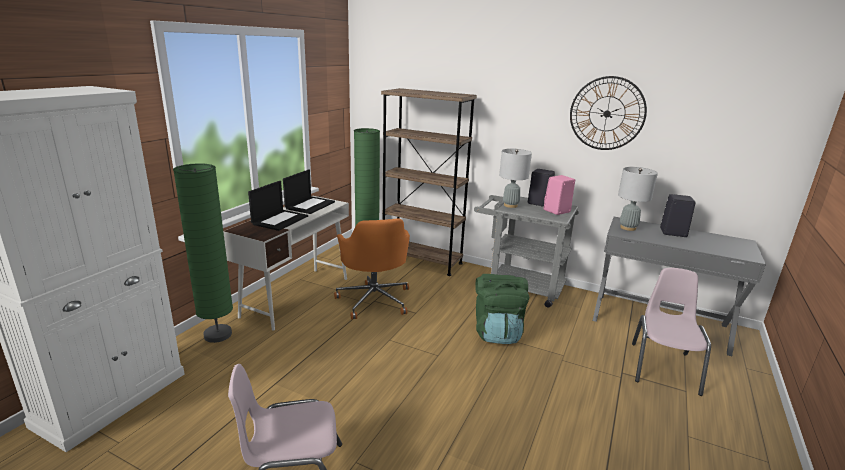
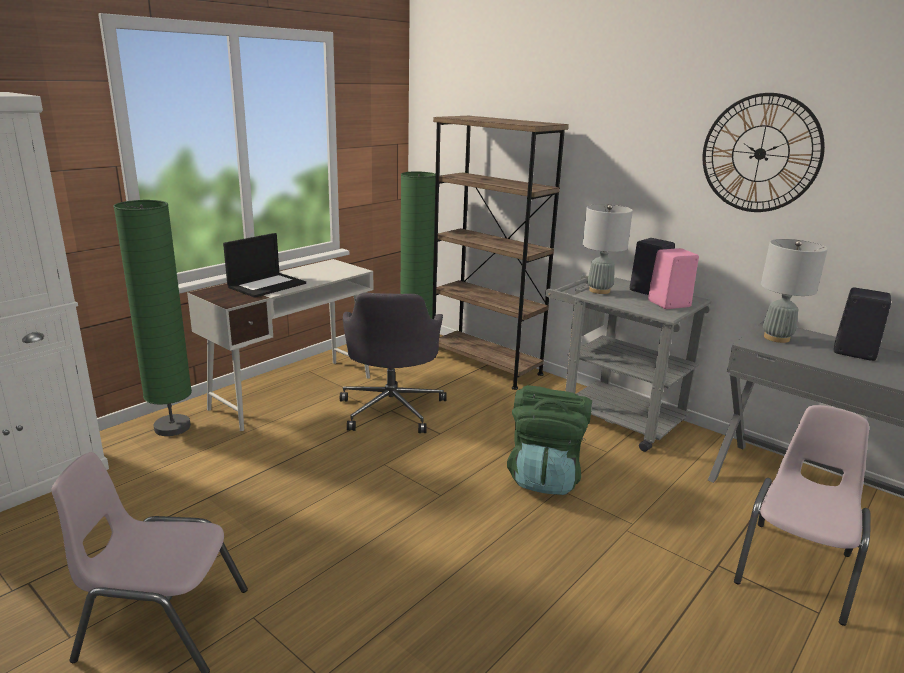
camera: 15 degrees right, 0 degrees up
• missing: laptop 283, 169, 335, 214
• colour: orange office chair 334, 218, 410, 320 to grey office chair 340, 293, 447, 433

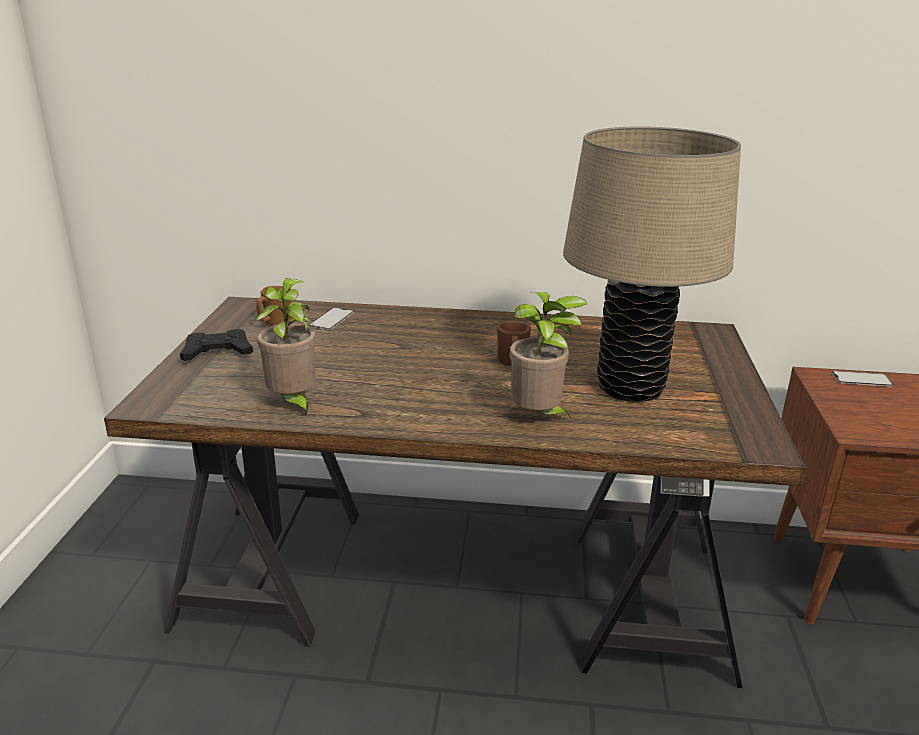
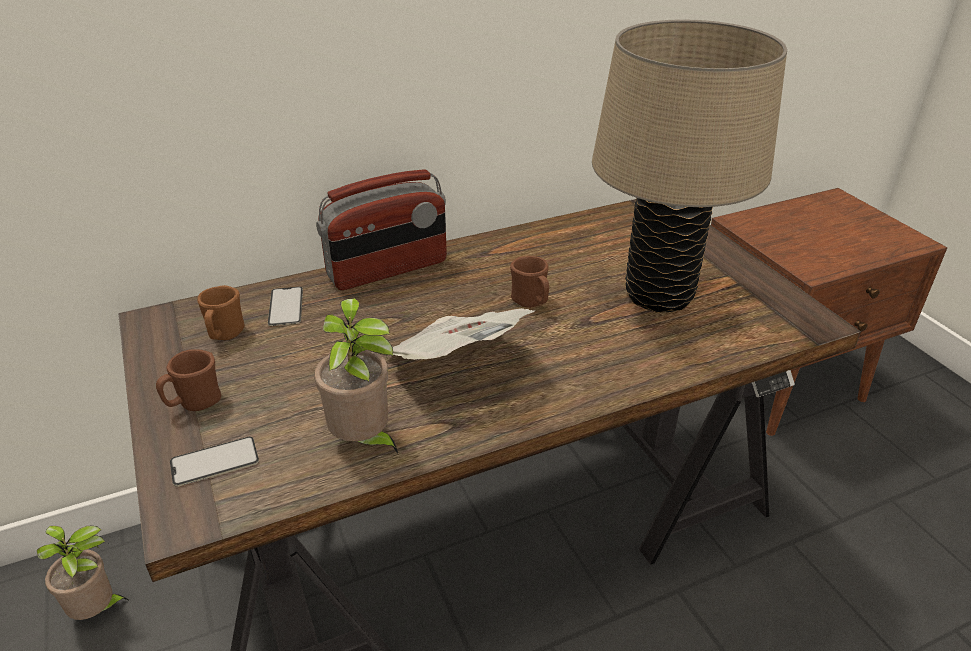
camera: 30 degrees left, 10 degrees up
• exchanged: black game controller 180, 329, 253, 361 to brown mug 156, 349, 221, 411
• relocated: potted plant 510, 292, 587, 421 to 37, 526, 130, 620
• relocated: phone 832, 371, 894, 387 to 170, 436, 259, 487
• appeared: radio 316, 169, 447, 290
• appeared: newspaper 393, 308, 536, 360

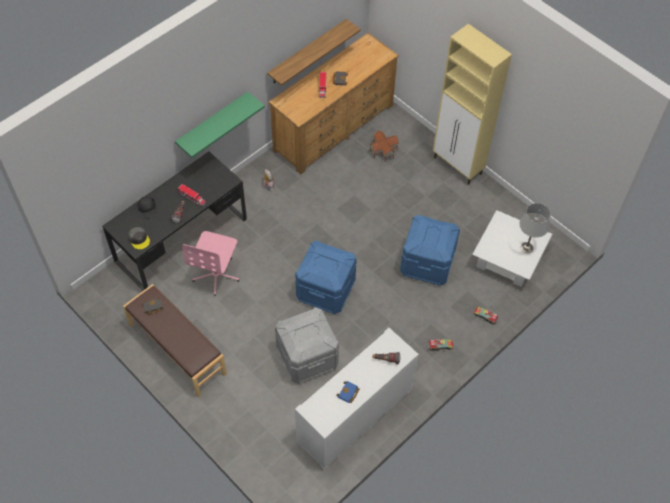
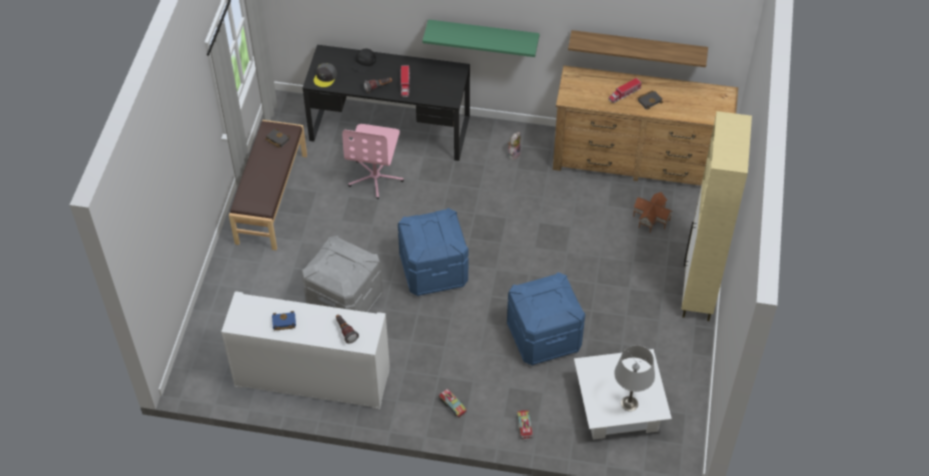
camera: 55 degrees right, 5 degrees down
• spun: pink office chair 182, 231, 240, 296 = 342, 124, 404, 199 60 degrees counterclockwise

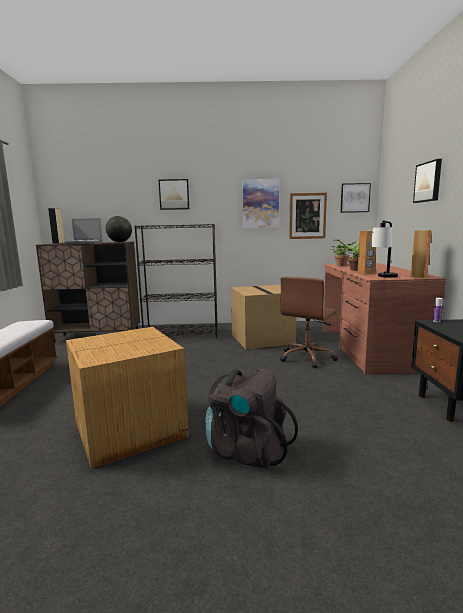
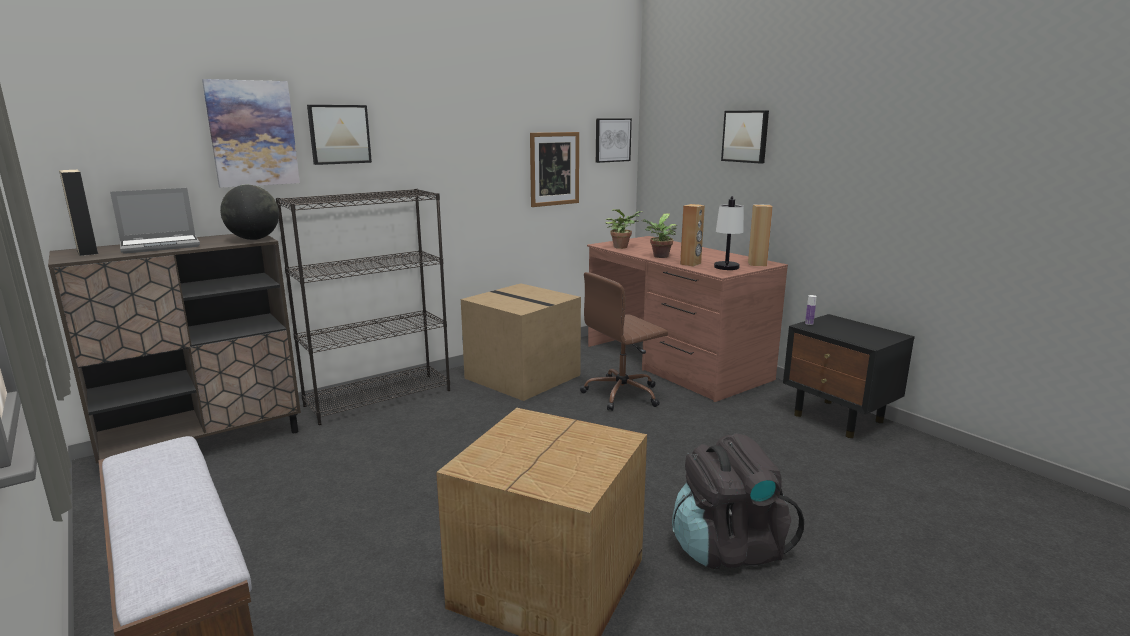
camera: 35 degrees left, 5 degrees up
• relocated: picture 243, 179, 279, 229 to 202, 79, 300, 188
• spun: brown office chair 280, 277, 338, 368 = 580, 272, 668, 411 60 degrees clockwise

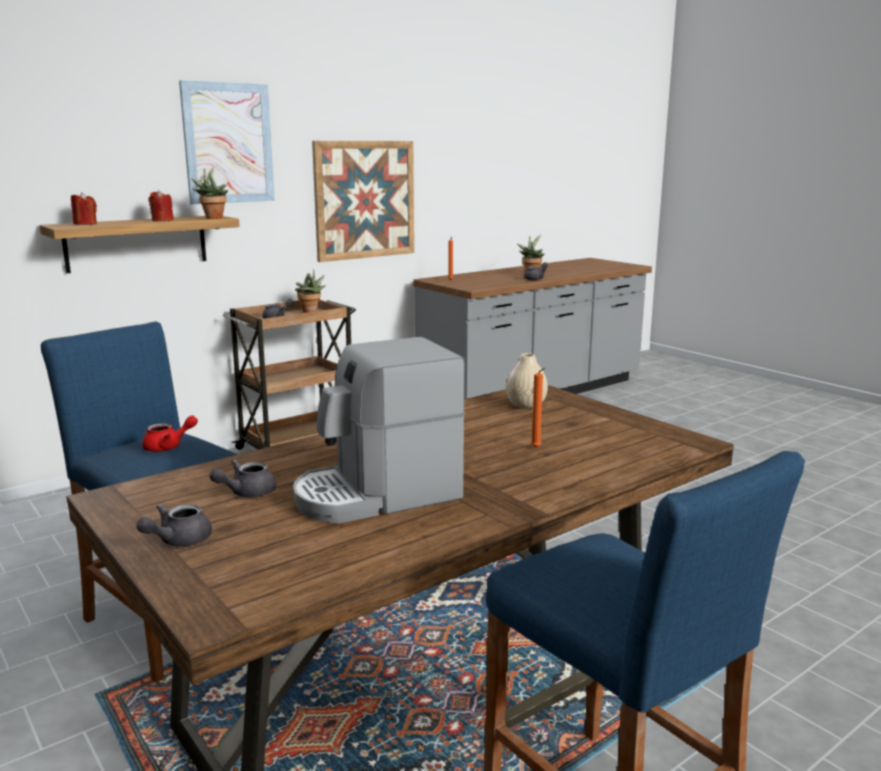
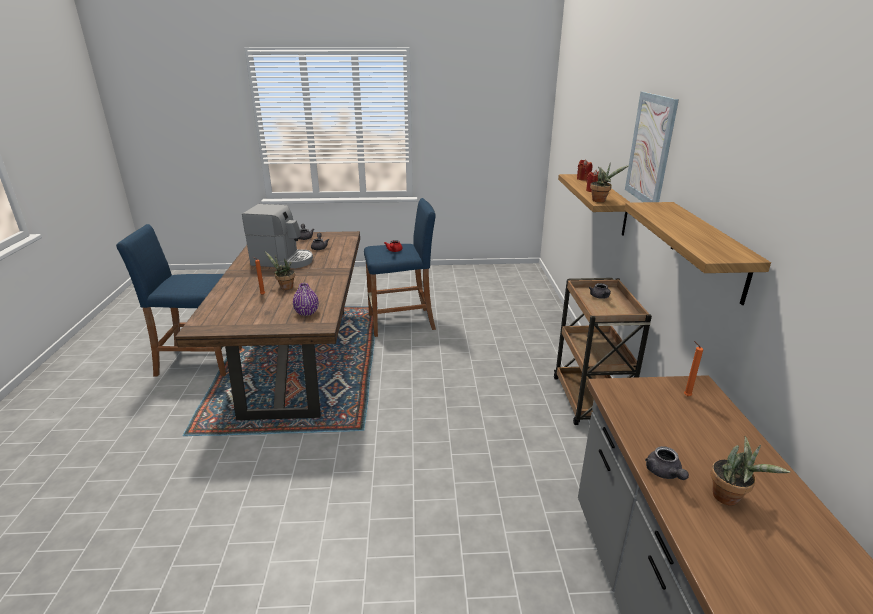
camera: 125 degrees right, 10 degrees up
• spun: coffee machine 293, 337, 465, 523 = 242, 204, 313, 268 90 degrees clockwise
• relocated: potted plant 295, 269, 326, 313 to 265, 251, 295, 290
• exchanged: picture 312, 141, 414, 262 to shelf 624, 202, 771, 305
• colour: beige vase 506, 353, 548, 409 to purple vase 293, 283, 319, 316

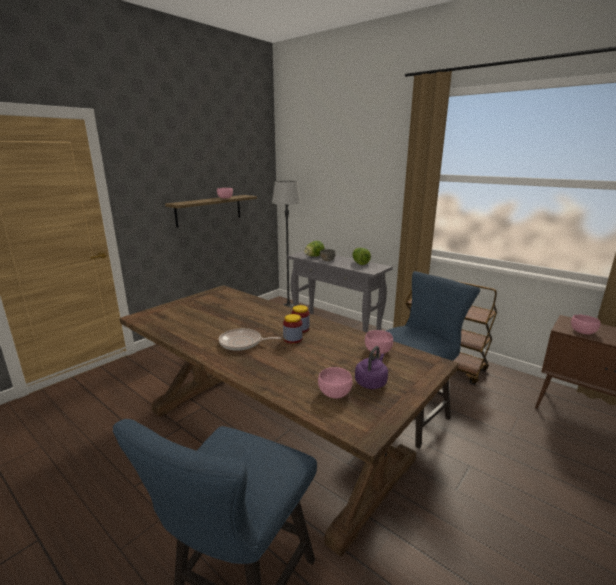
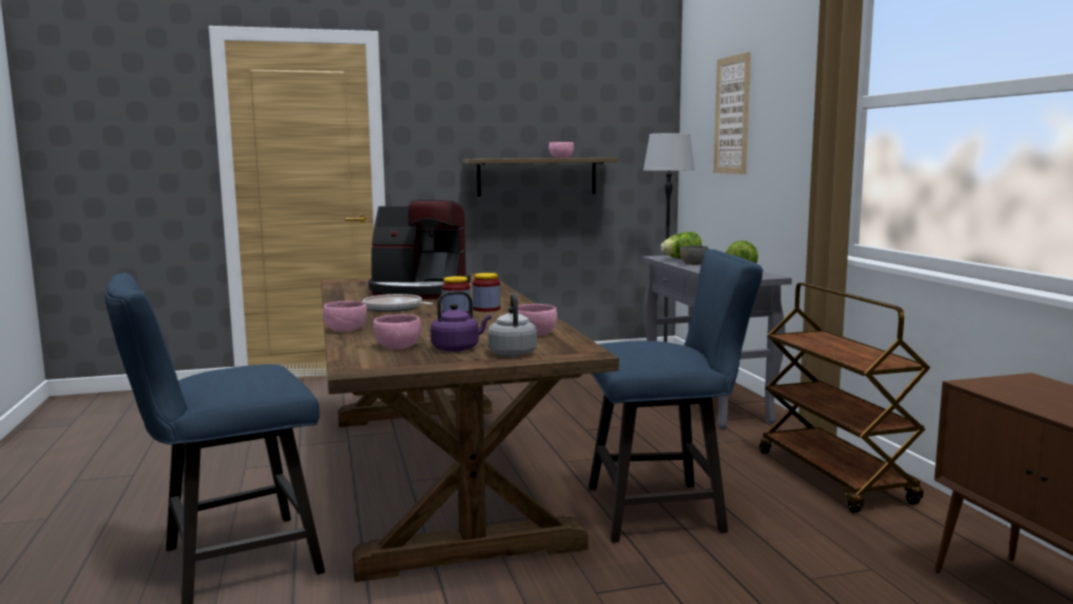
camera: 35 degrees right, 10 degrees down
• relocated: pink bowl 571, 315, 600, 335 to 323, 301, 367, 332
• appeared: coffee machine 368, 200, 471, 299
• appeared: grey kettle 488, 293, 537, 357
• appeared: picture 714, 52, 751, 174

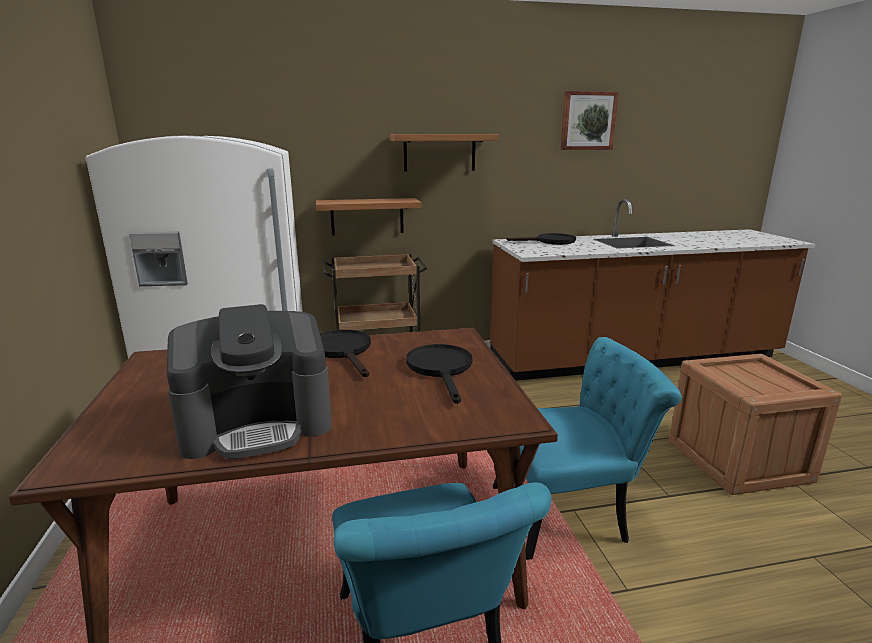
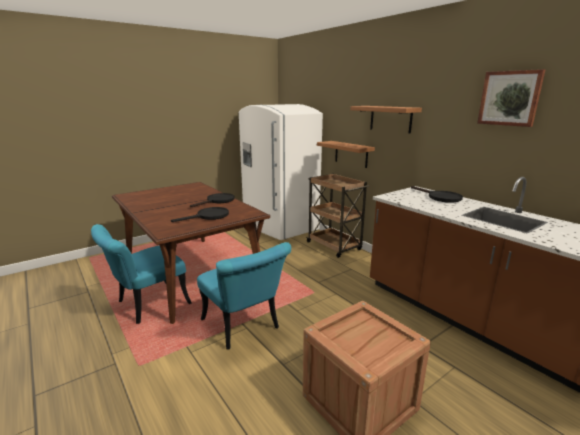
camera: 65 degrees right, 0 degrees up
• missing: coffee machine 167, 304, 332, 459

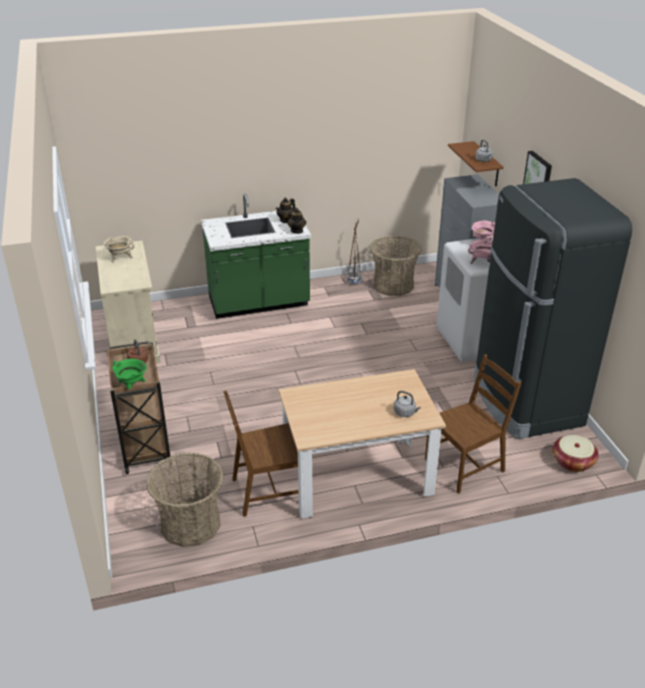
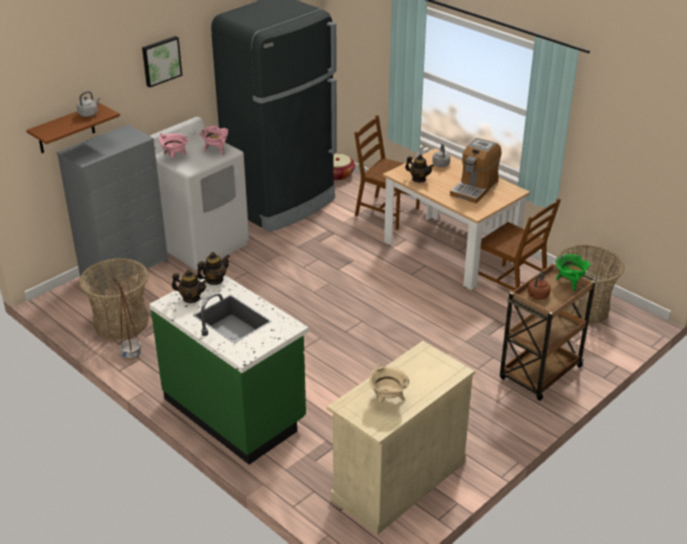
camera: 120 degrees left, 0 degrees up
• appeared: teapot 405, 154, 434, 182
• appeared: coffee machine 450, 138, 501, 203

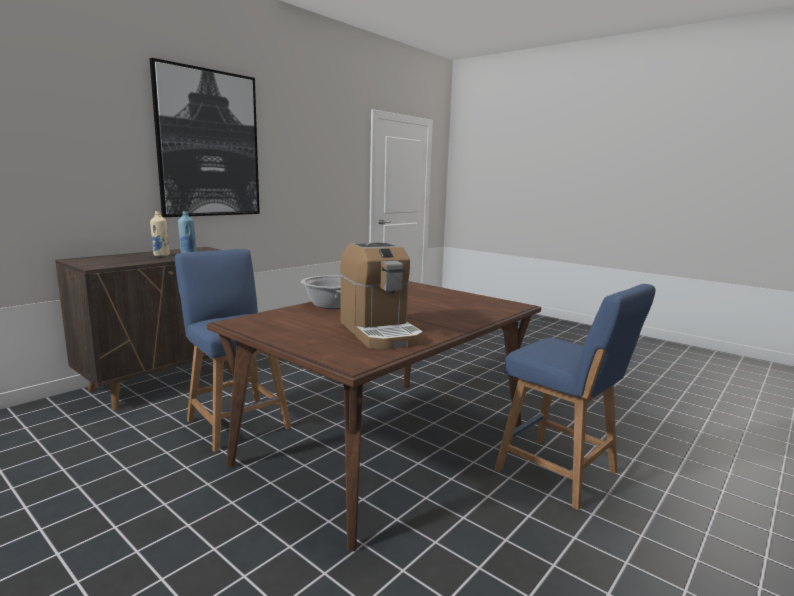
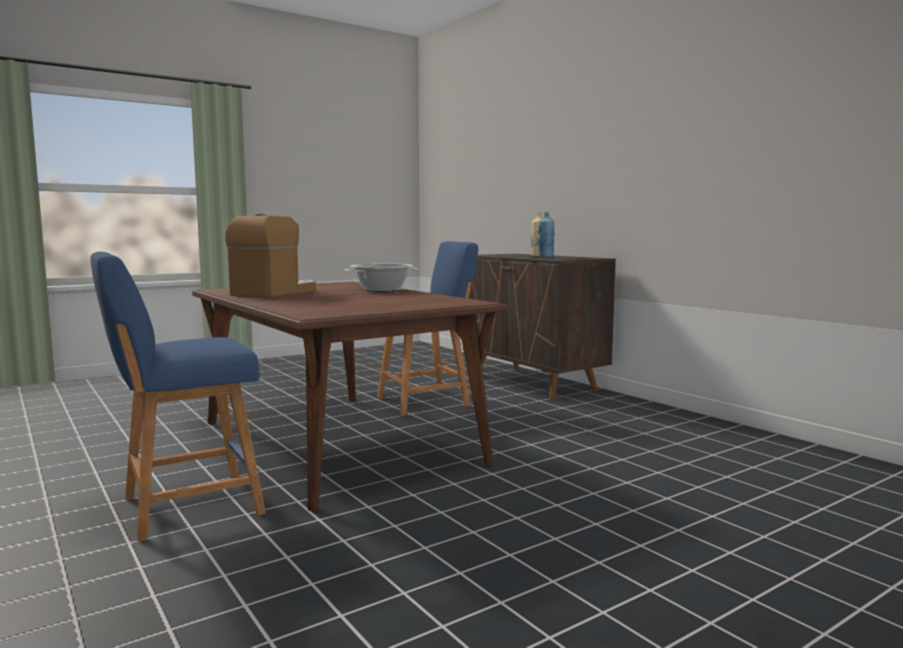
camera: 105 degrees right, 5 degrees down
• missing: picture 149, 58, 260, 217
• spun: coffee machine 340, 242, 423, 350 = 225, 214, 316, 297 120 degrees clockwise

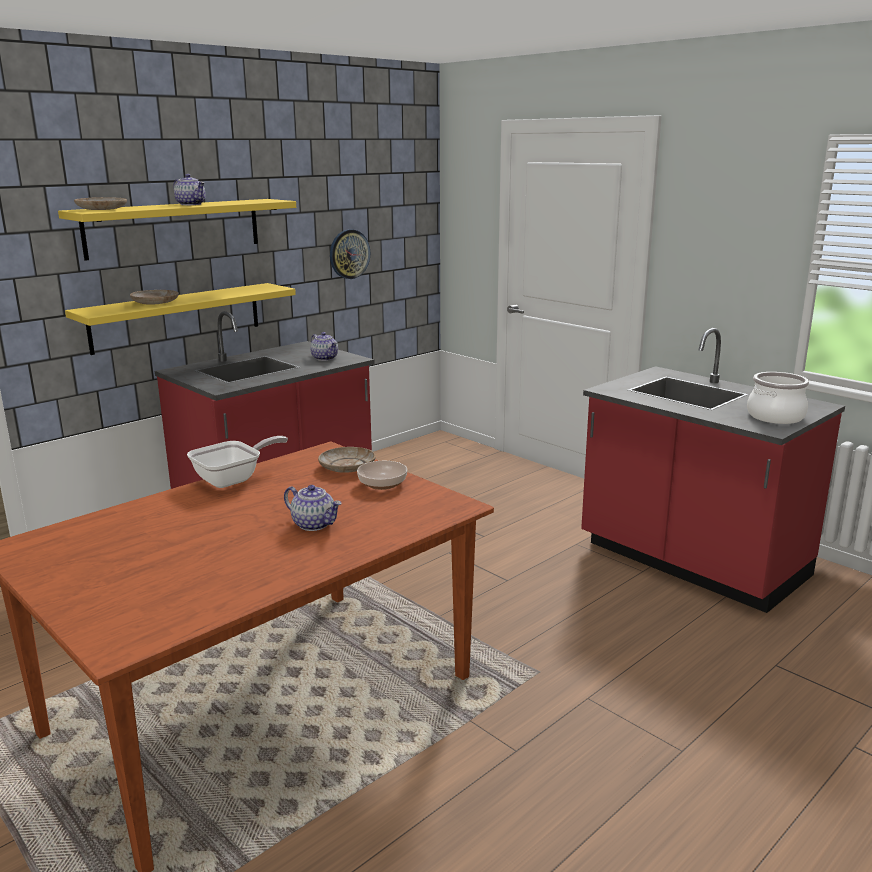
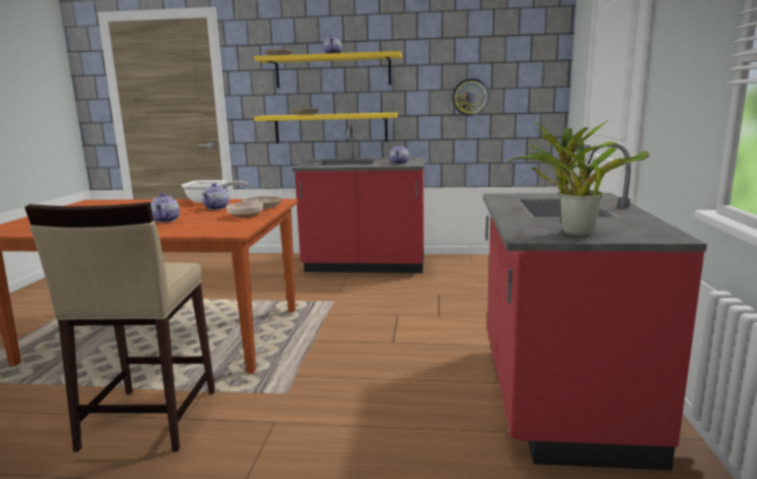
camera: 50 degrees right, 5 degrees down
• exchanged: cooking pot 747, 372, 809, 424 to potted plant 507, 119, 650, 237
• appeared: beige stool 25, 202, 215, 452
• appeared: teapot 202, 183, 229, 210

